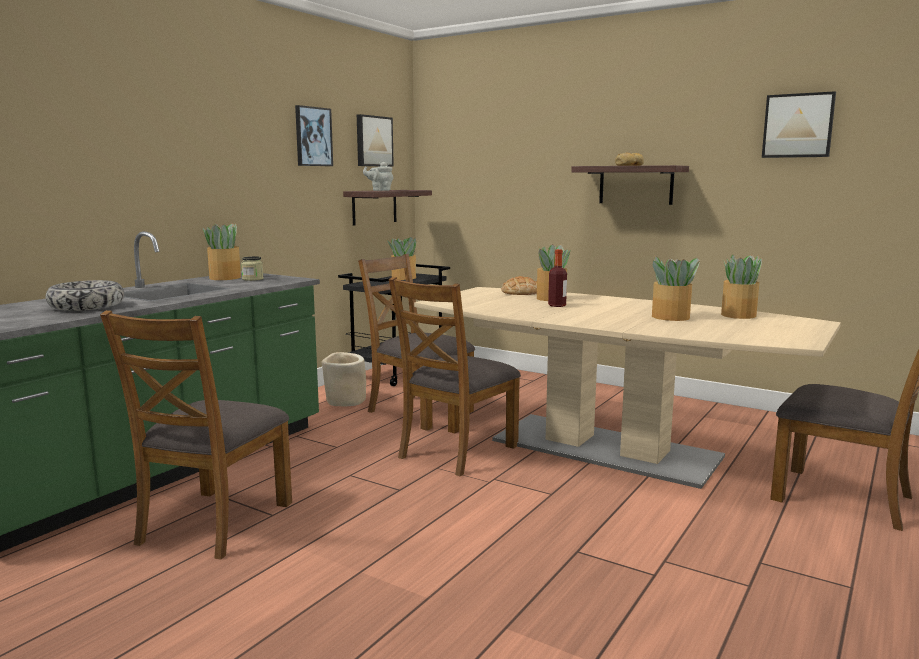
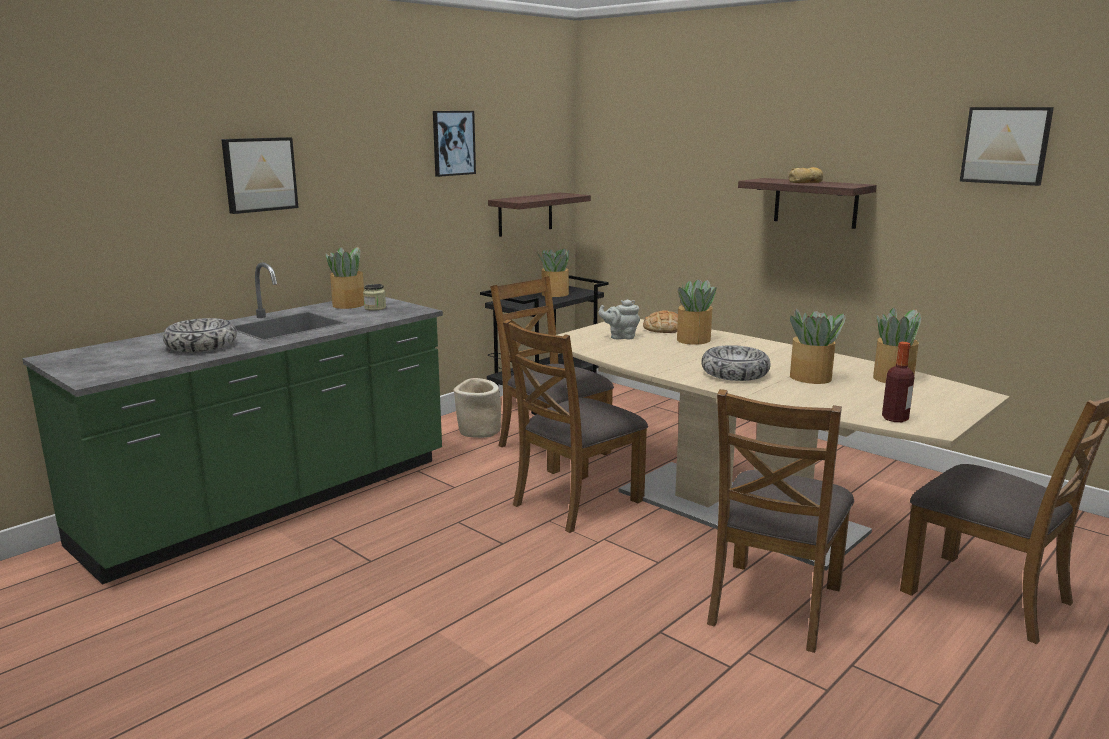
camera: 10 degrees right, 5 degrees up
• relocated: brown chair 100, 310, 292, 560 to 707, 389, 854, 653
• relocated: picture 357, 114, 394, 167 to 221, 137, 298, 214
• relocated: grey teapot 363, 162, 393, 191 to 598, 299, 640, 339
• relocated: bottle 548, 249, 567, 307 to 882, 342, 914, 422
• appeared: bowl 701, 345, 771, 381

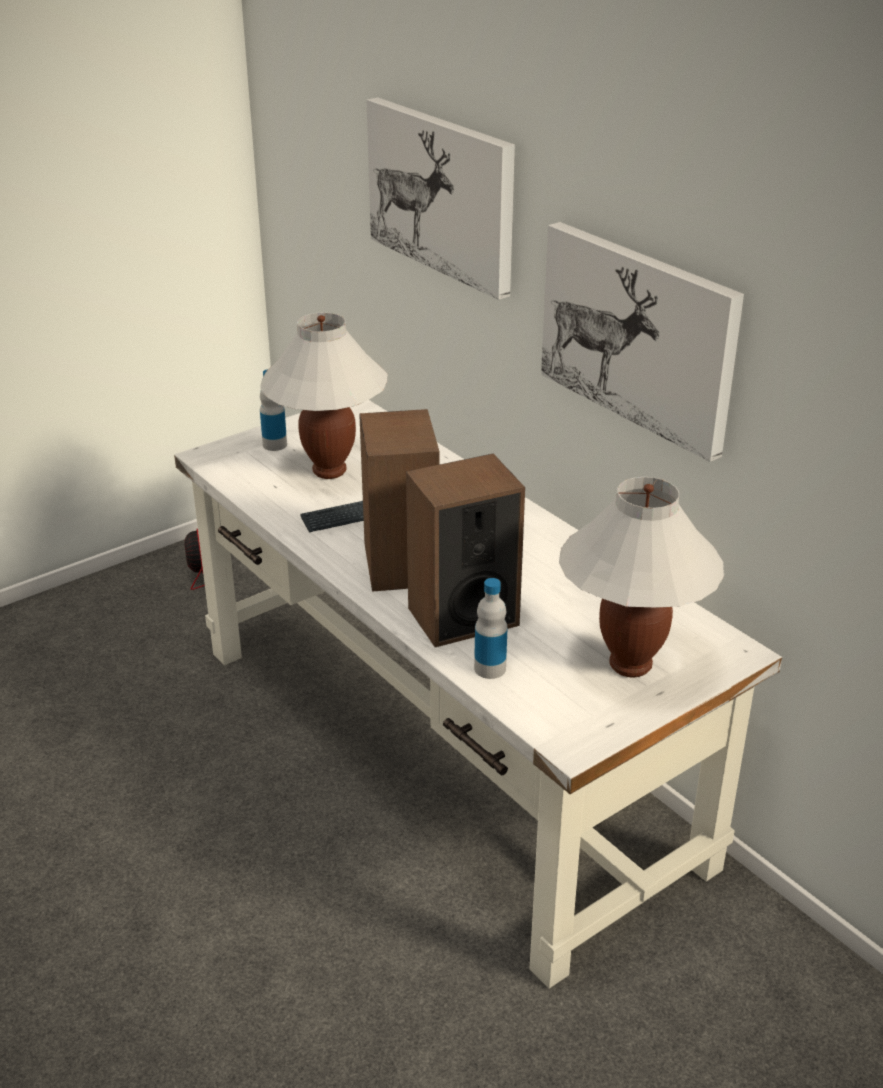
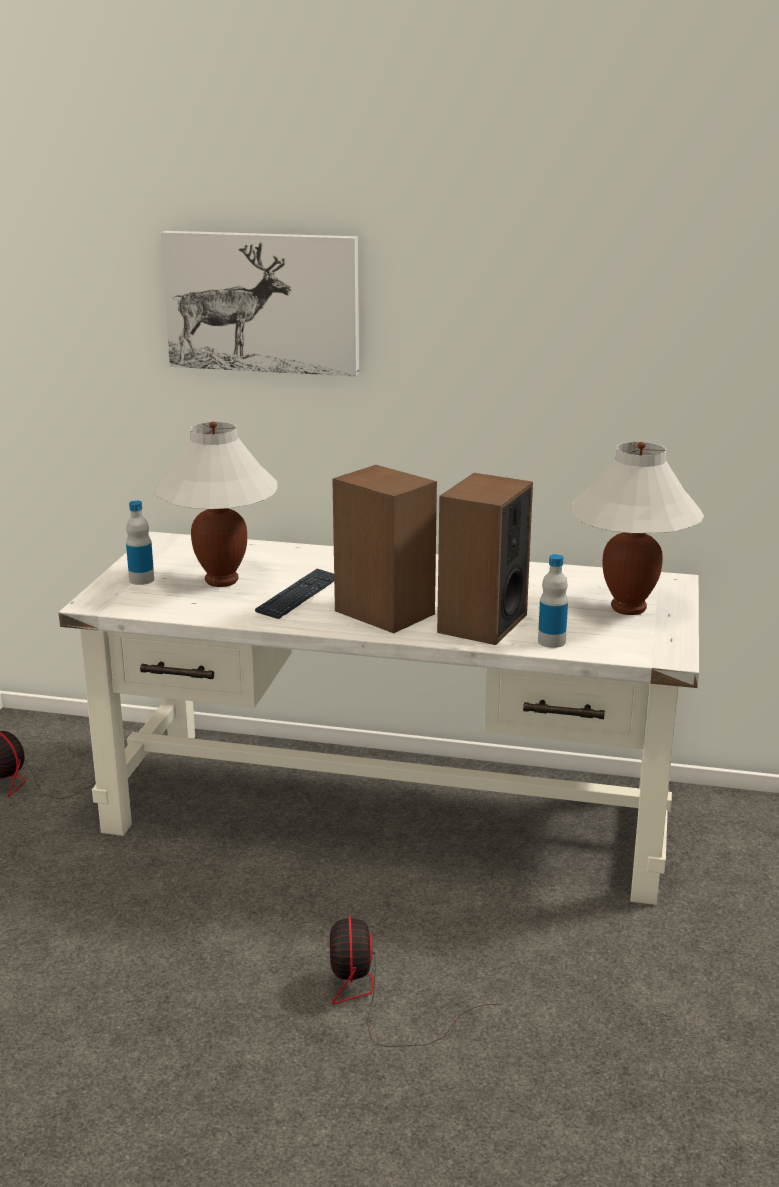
camera: 40 degrees left, 10 degrees down
• missing: picture 541, 222, 744, 462
• appeared: fan 330, 916, 499, 1047

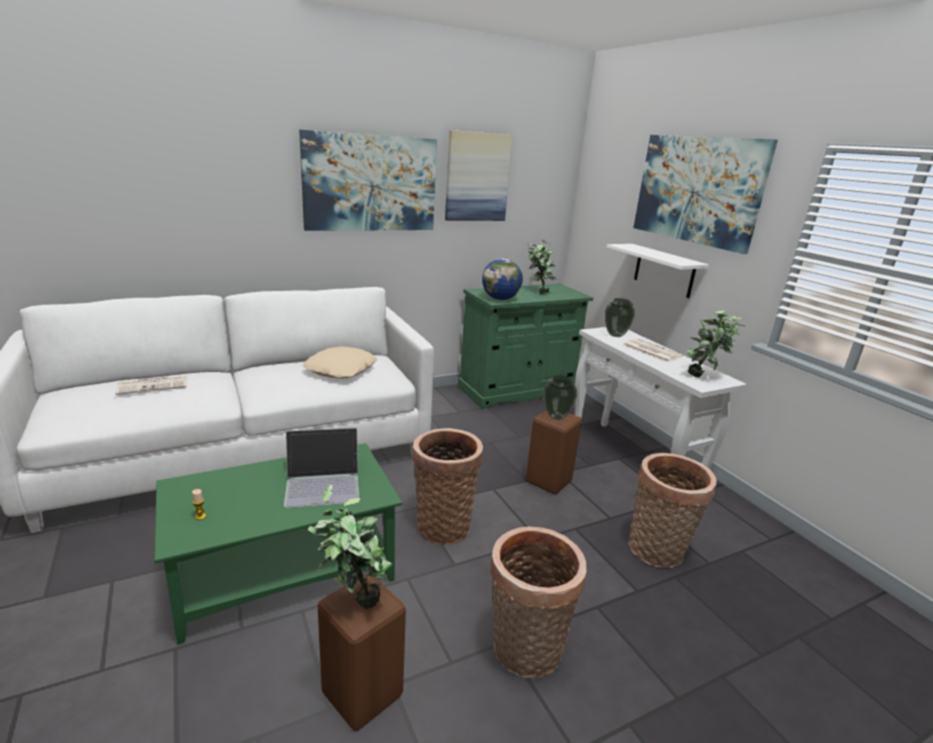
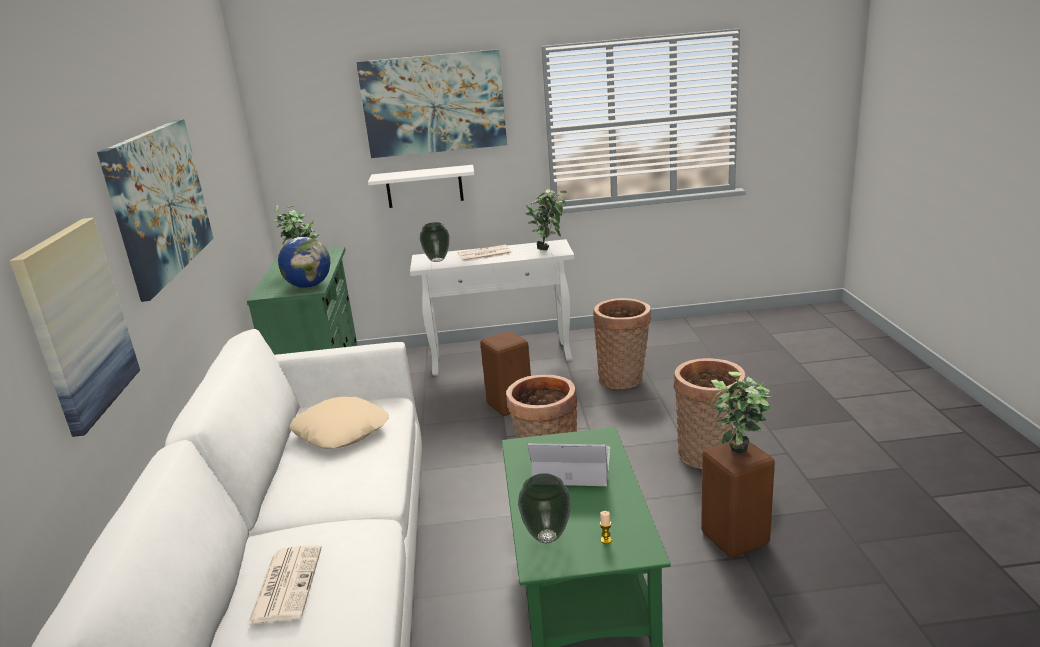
camera: 65 degrees left, 0 degrees up
• spun: laptop 284, 428, 359, 508 = 528, 443, 610, 486 90 degrees counterclockwise
• relocated: picture 445, 130, 513, 221 to 9, 218, 140, 437
• relocated: vase 543, 375, 577, 420 to 518, 473, 571, 543

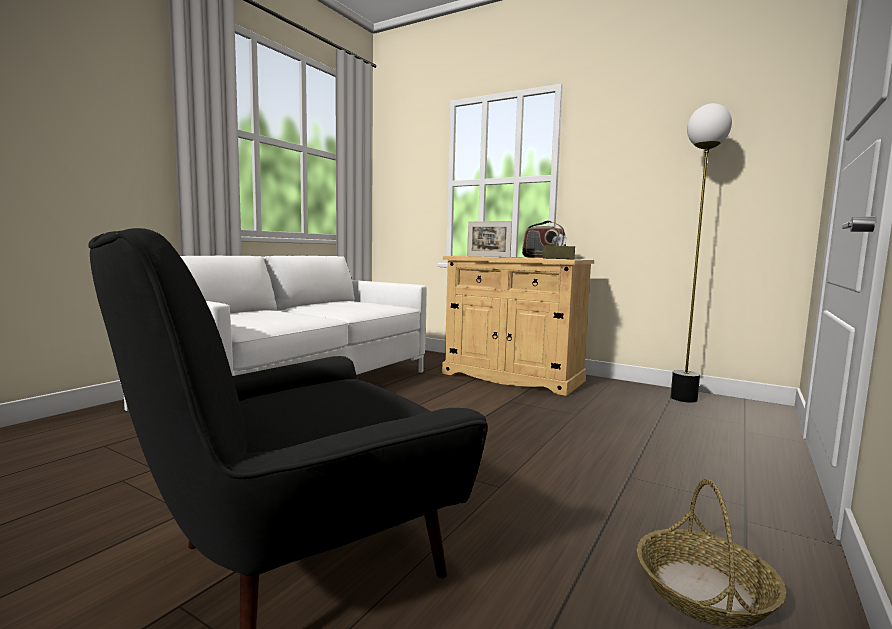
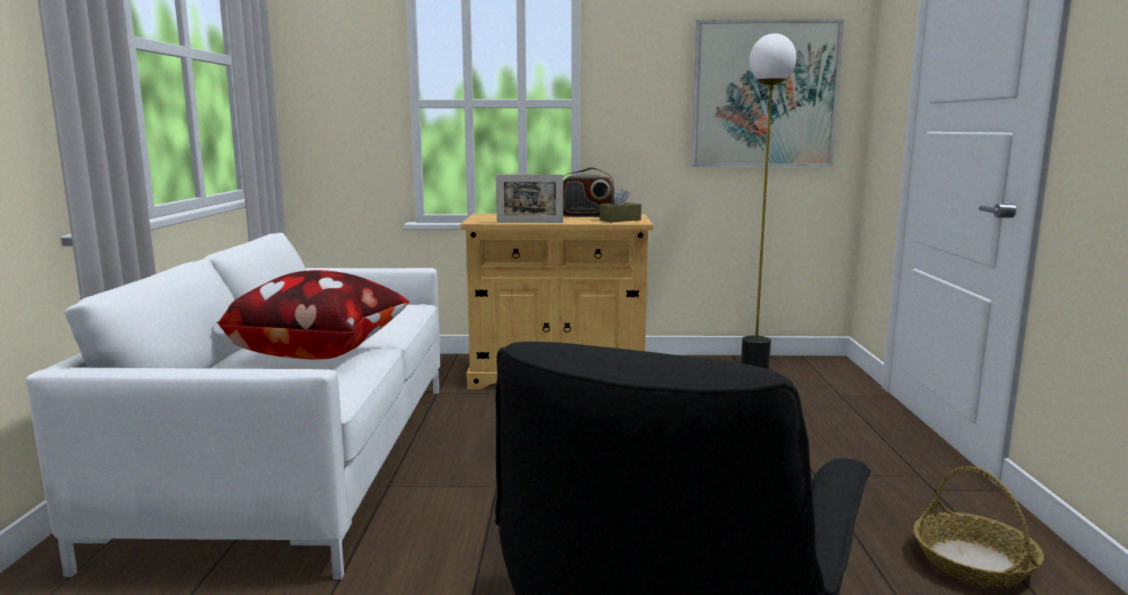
camera: 30 degrees left, 5 degrees up
• appeared: pillow 216, 270, 409, 360
• appeared: picture 691, 20, 844, 167

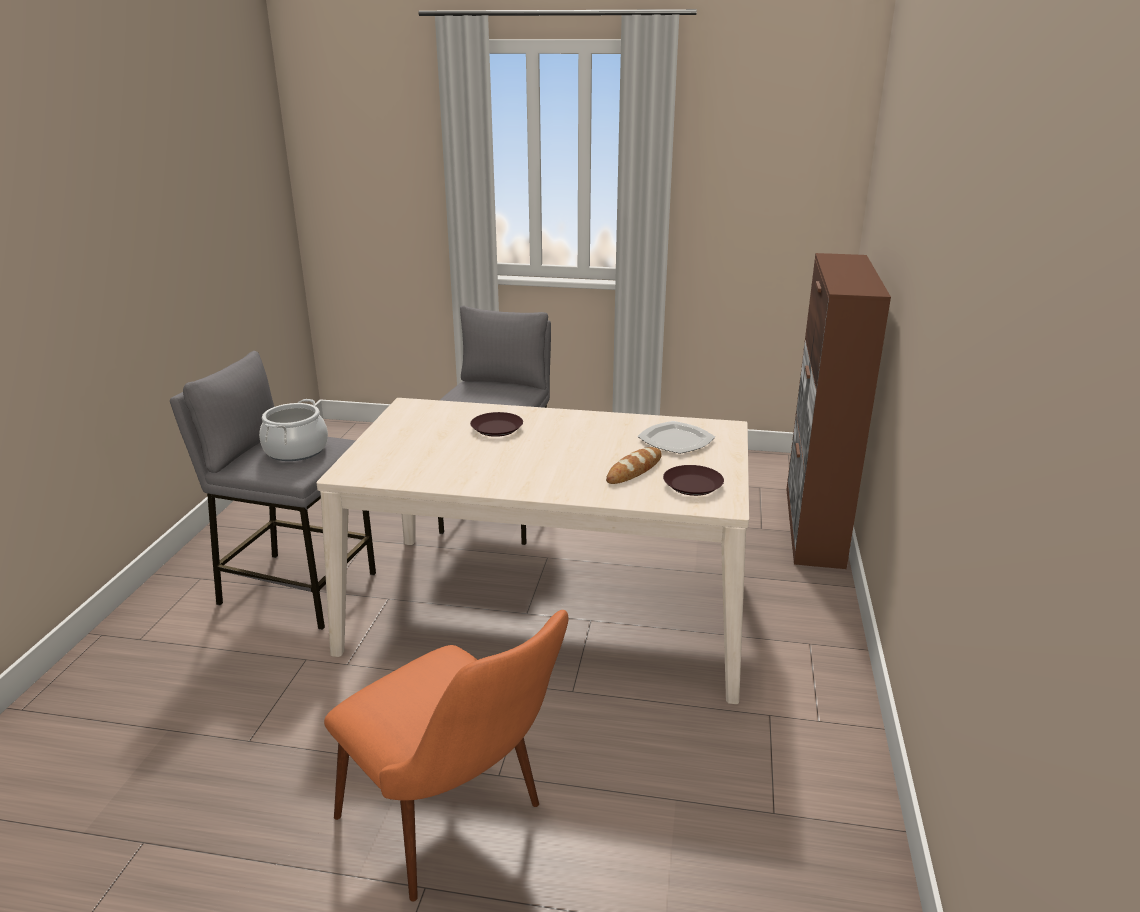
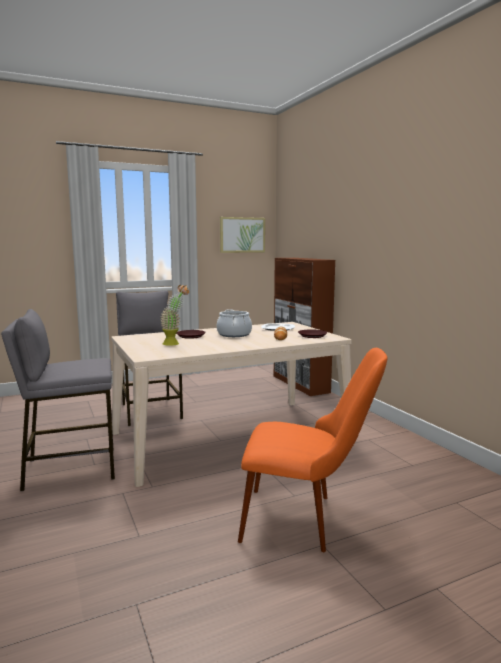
camera: 35 degrees left, 15 degrees down
• relocated: cooking pot 259, 399, 328, 461 to 217, 309, 252, 337
• appeared: potted plant 161, 285, 189, 346
• appeared: picture 220, 217, 265, 253

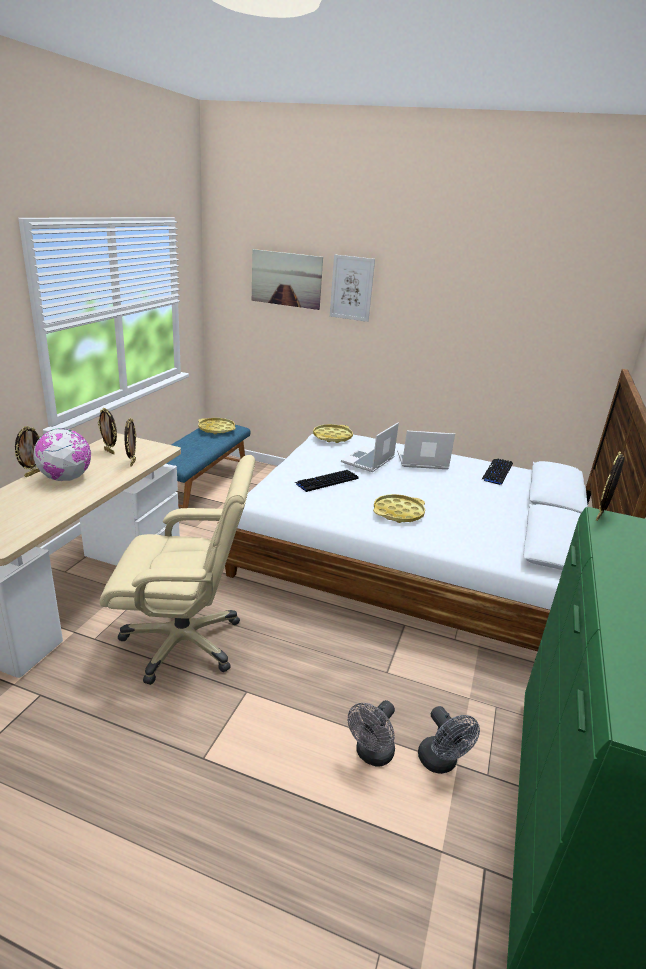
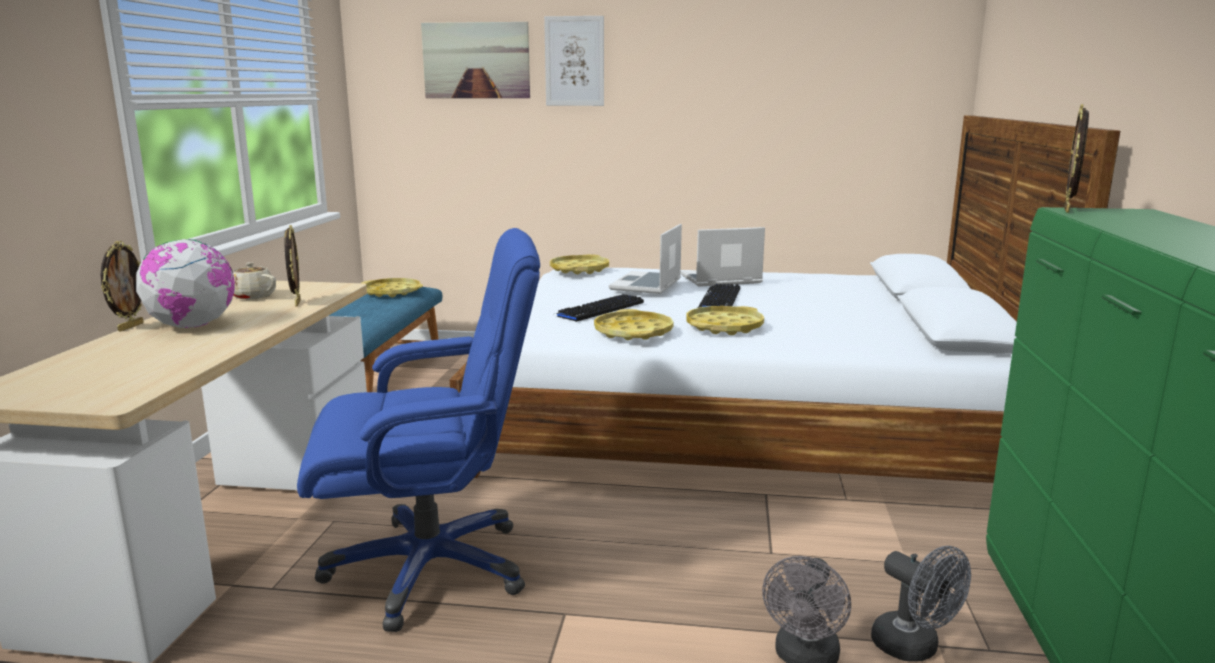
camera: 10 degrees left, 10 degrees down
• exchanged: picture frame 98, 408, 117, 454 to beige teapot 232, 262, 276, 299
• colour: beige office chair 100, 455, 255, 685 to blue office chair 297, 228, 540, 632
• relocated: keyboard 482, 458, 513, 485 to 698, 284, 740, 308
• appeared: yellow tray 594, 309, 674, 340

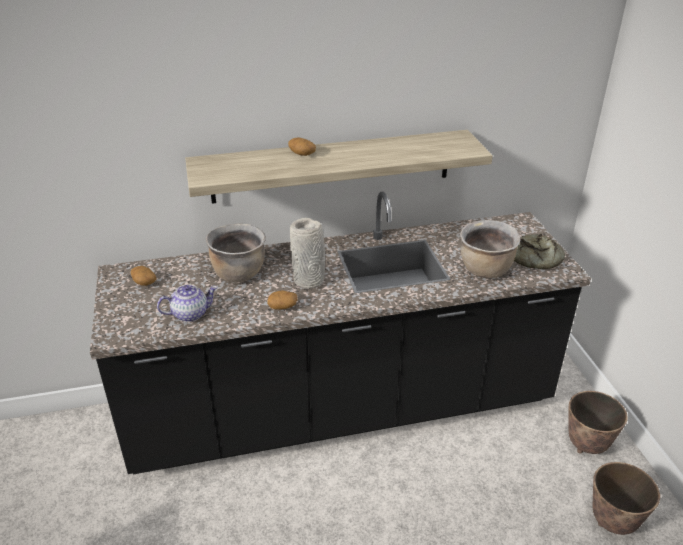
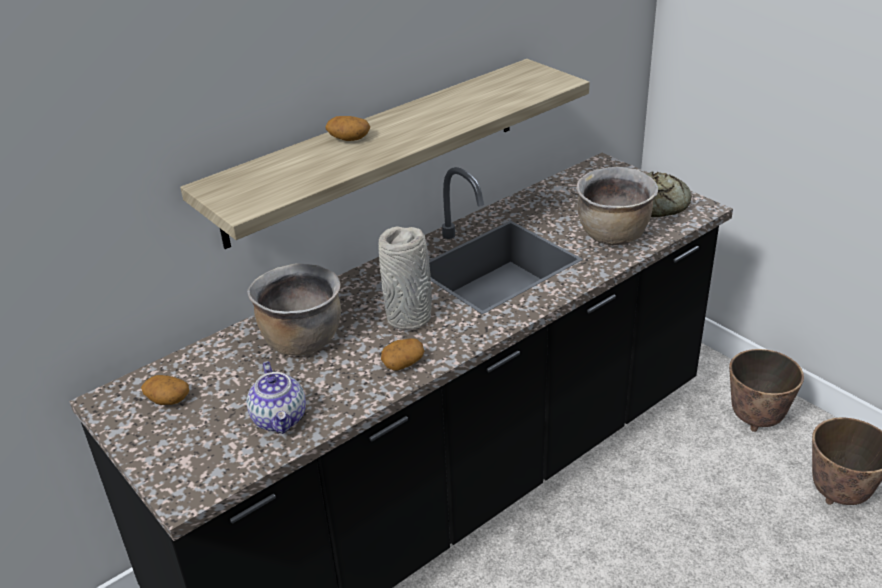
camera: 25 degrees left, 0 degrees up
• spun: teapot 157, 284, 218, 322 = 247, 361, 306, 434 120 degrees clockwise

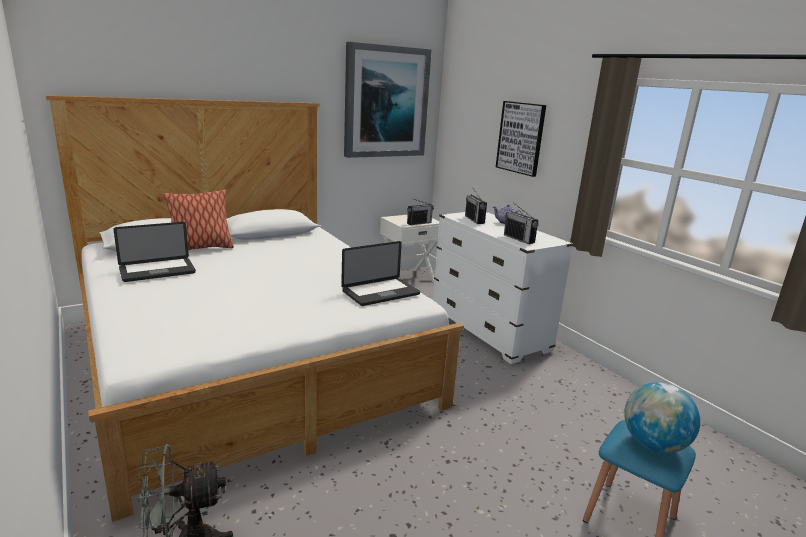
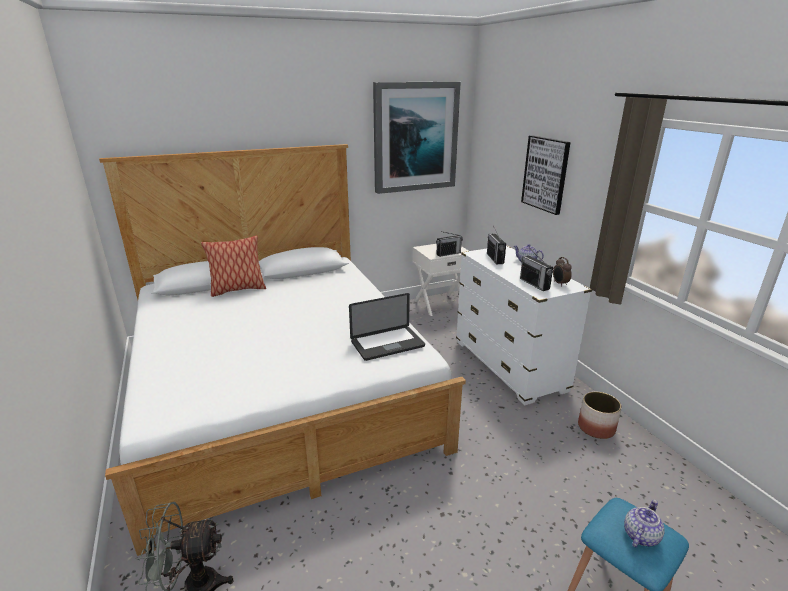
camera: 10 degrees right, 5 degrees up
• missing: laptop 113, 222, 196, 282
• exchanged: globe 624, 382, 700, 453 to teapot 624, 500, 665, 547
• appeared: alarm clock 553, 257, 572, 286
• appeared: planter 578, 391, 622, 439

